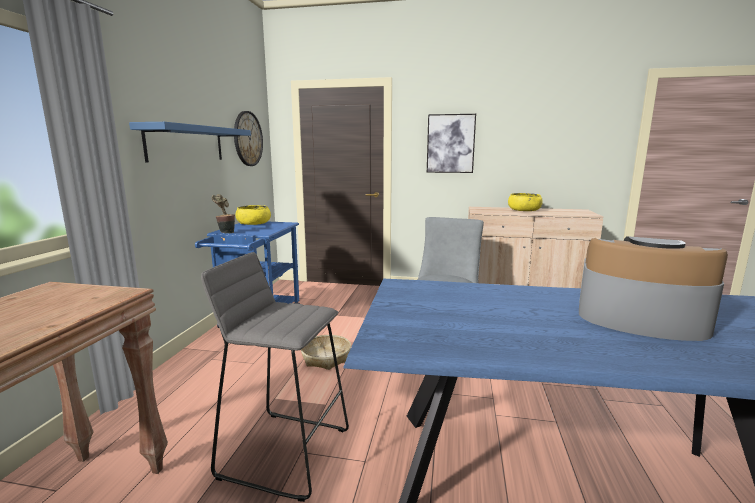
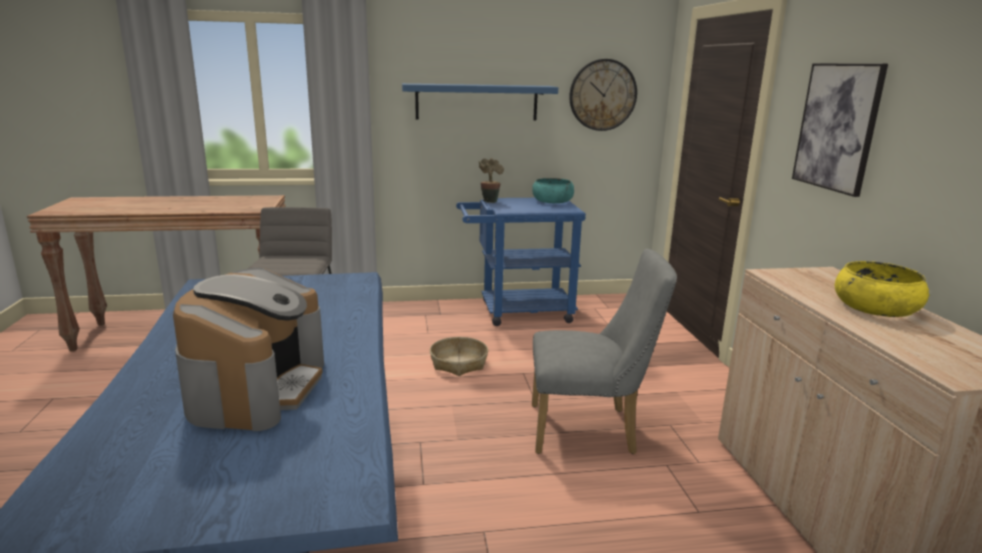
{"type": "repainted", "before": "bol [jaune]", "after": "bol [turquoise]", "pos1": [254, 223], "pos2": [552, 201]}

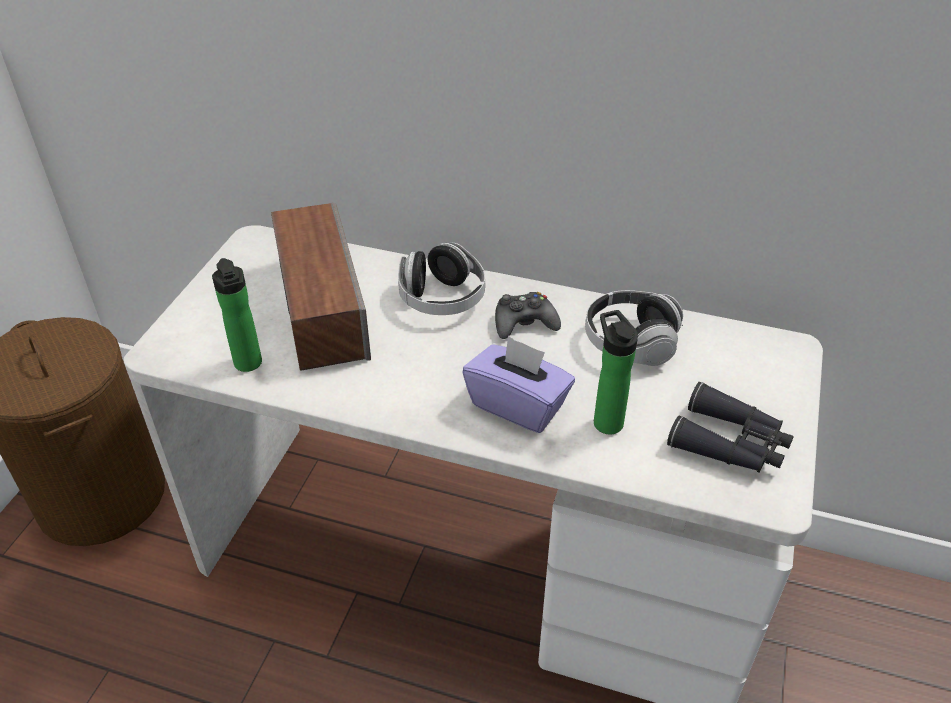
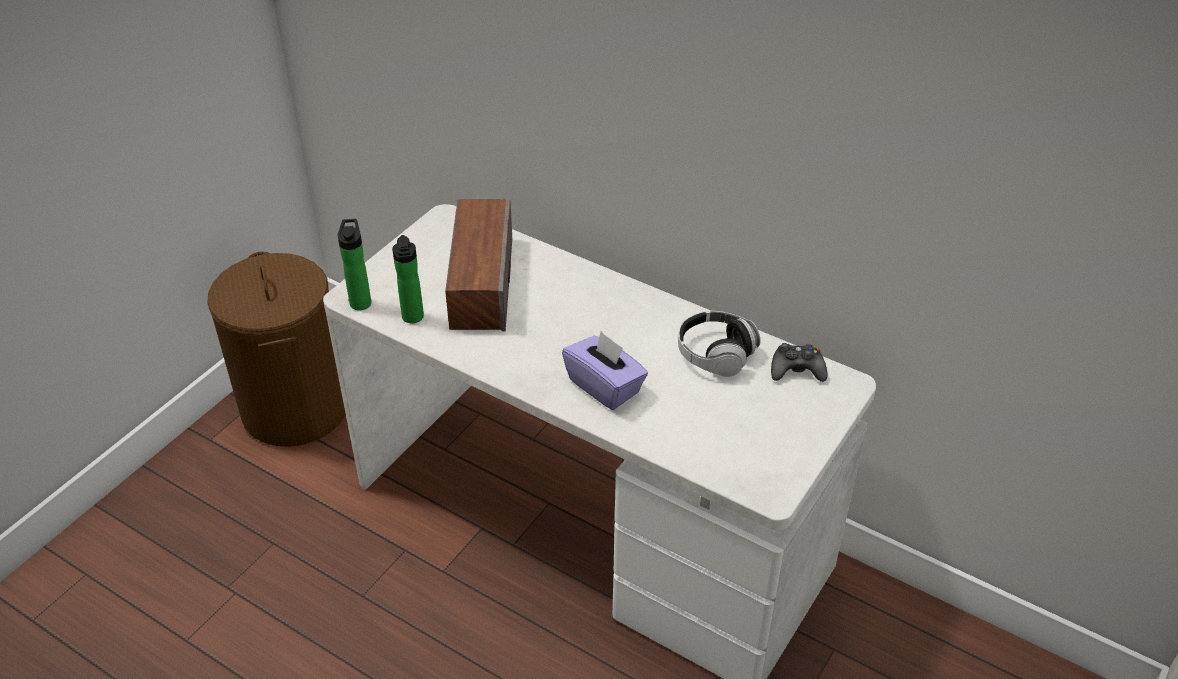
{"type": "shifted", "before": "bouteille", "pos1": [606, 420], "pos2": [360, 301]}
{"type": "shifted", "before": "manette [noir]", "pos1": [524, 323], "pos2": [797, 369]}
{"type": "gone", "before": "casque audio", "pos1": [442, 299]}
{"type": "gone", "before": "jumelles [noir]", "pos1": [730, 443]}

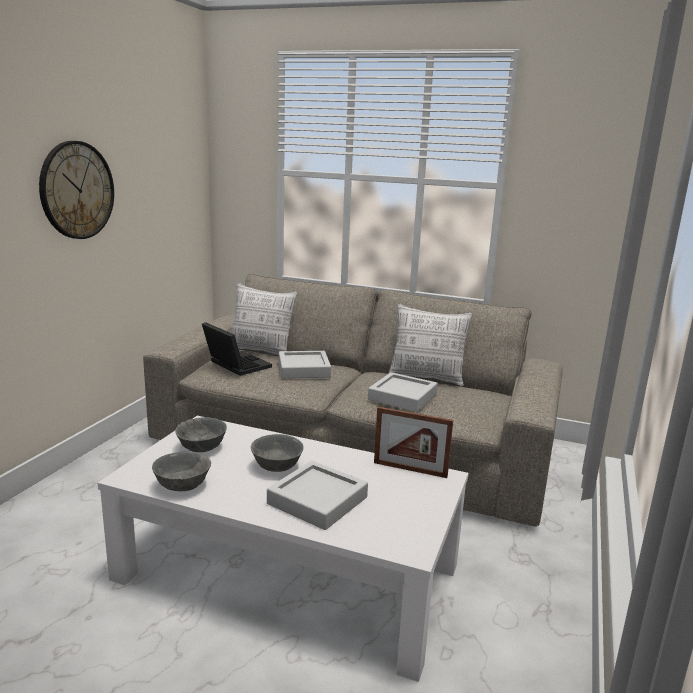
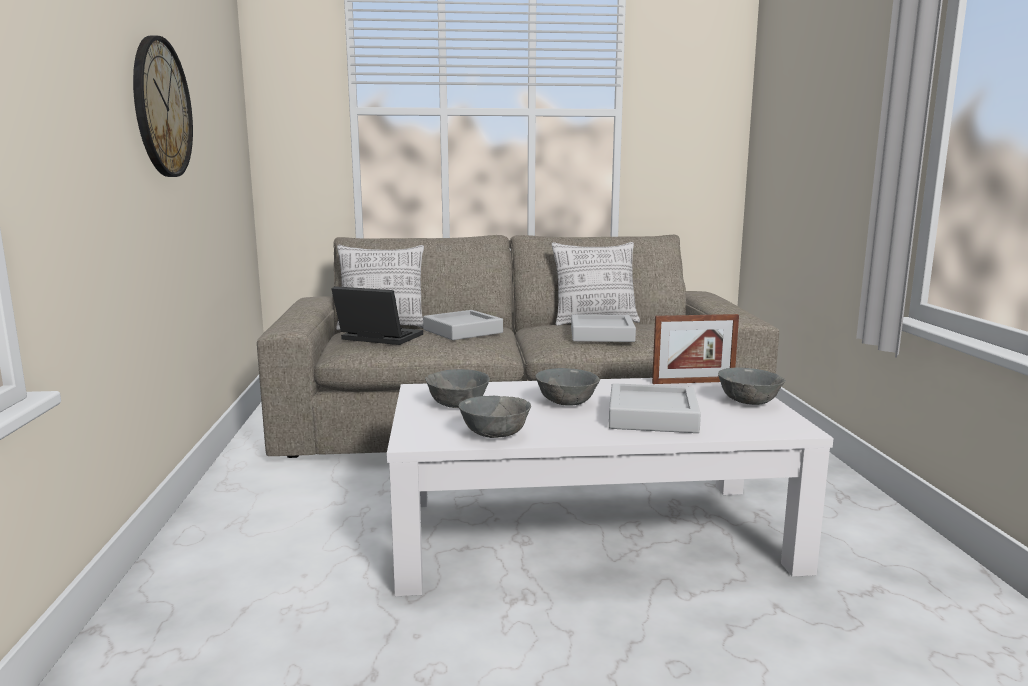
{"type": "new", "after": "bol [gris]", "pos2": [749, 402]}

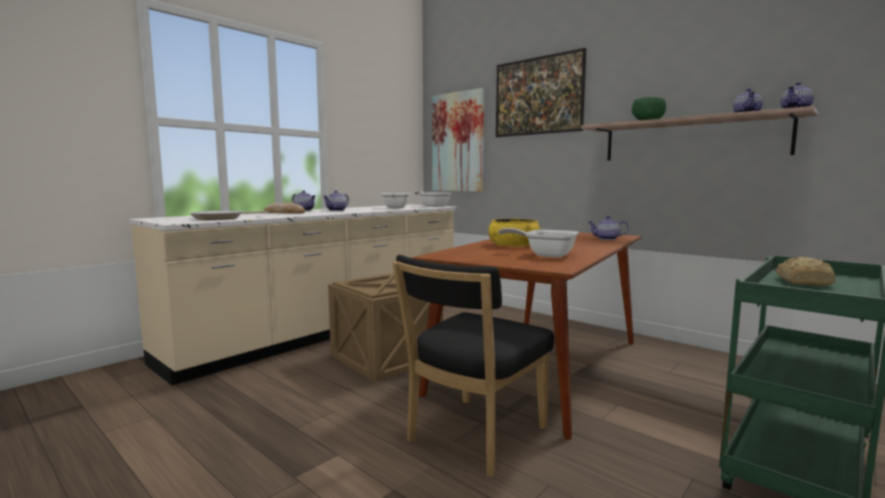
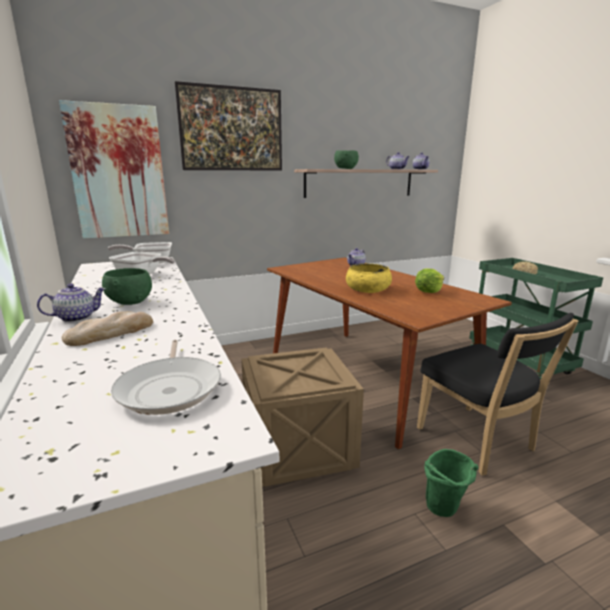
{"type": "swapped", "before": "théière", "after": "bol [vert]", "pos1": [337, 210], "pos2": [130, 302]}
{"type": "swapped", "before": "poêle", "after": "laitue", "pos1": [545, 255], "pos2": [428, 292]}
{"type": "new", "after": "seau [vert]", "pos2": [445, 511]}

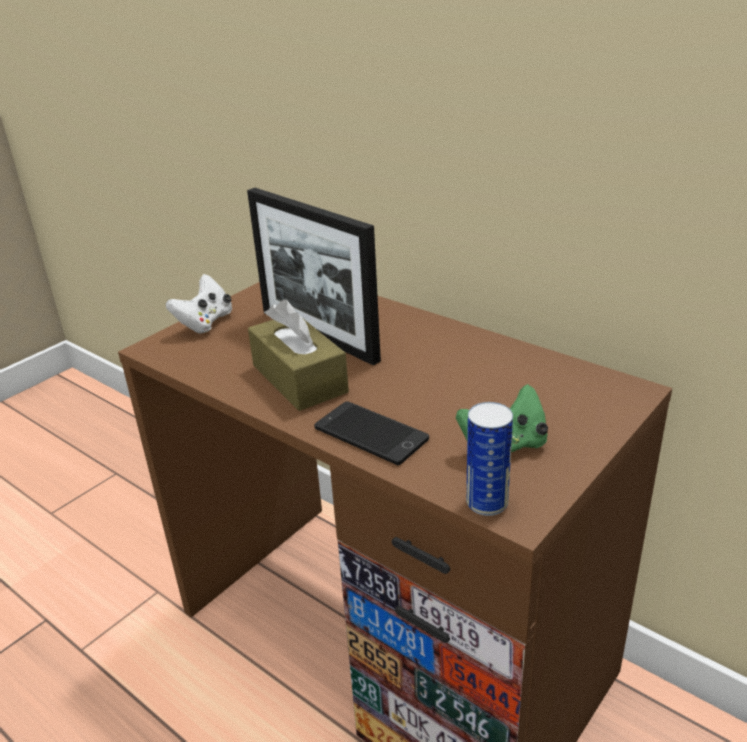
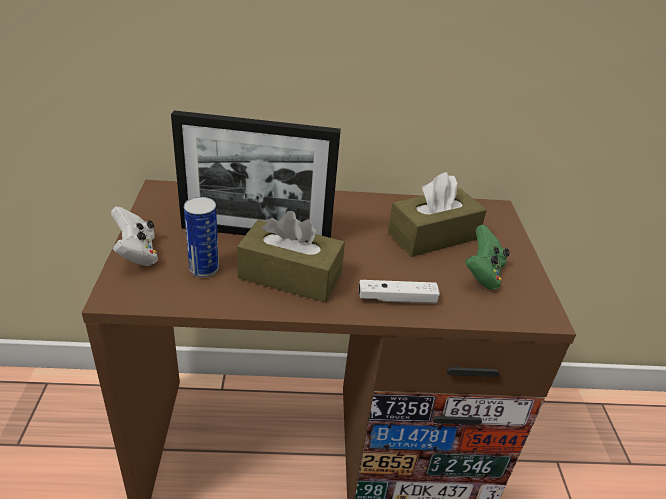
{"type": "shifted", "before": "boîte métallique", "pos1": [487, 503], "pos2": [204, 269]}
{"type": "swapped", "before": "téléphone", "after": "manette [blanc]", "pos1": [371, 433], "pos2": [397, 299]}
{"type": "new", "after": "boîte à mouchoirs [marron]", "pos2": [433, 236]}

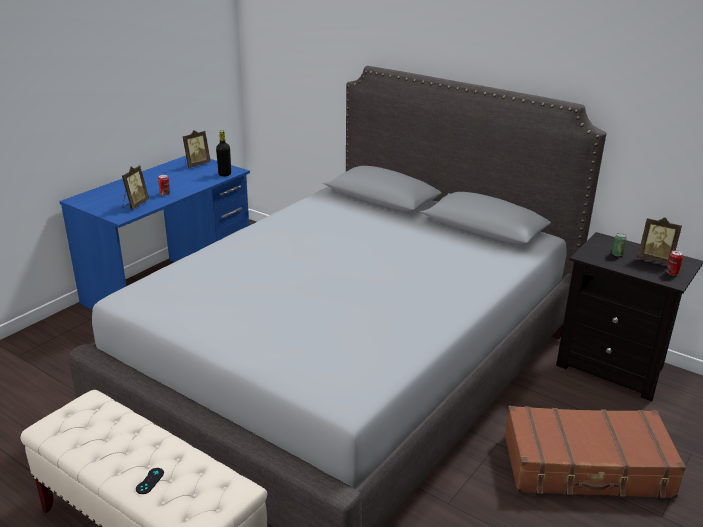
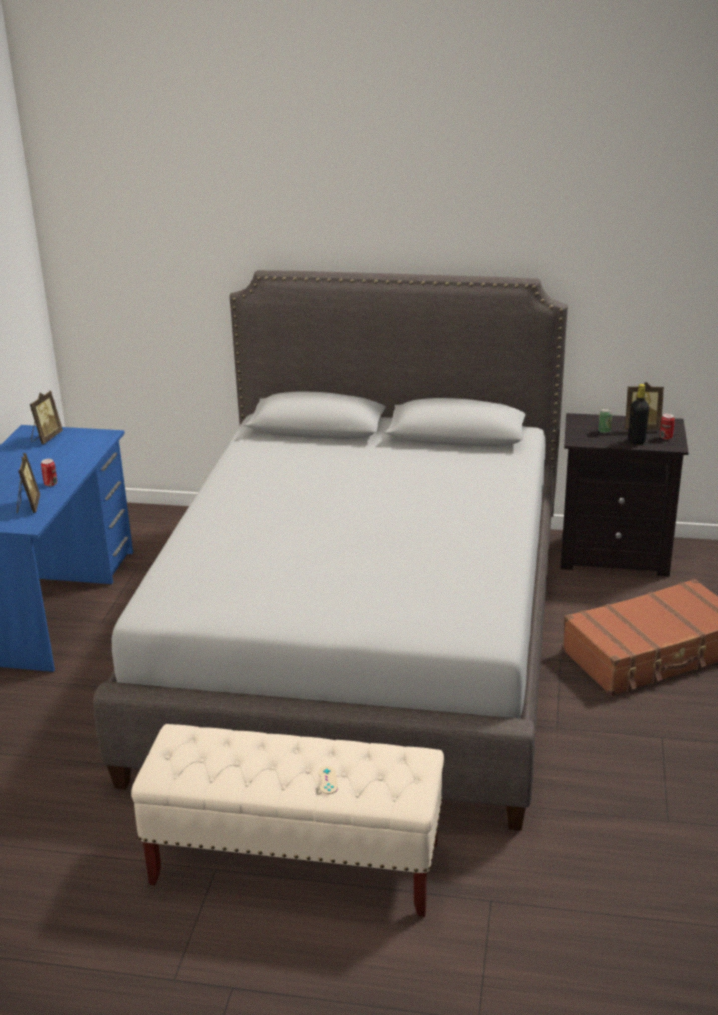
{"type": "repainted", "before": "manette [noir]", "after": "manette [beige]", "pos1": [150, 481], "pos2": [327, 780]}
{"type": "shifted", "before": "bouteille [noir]", "pos1": [225, 174], "pos2": [636, 441]}

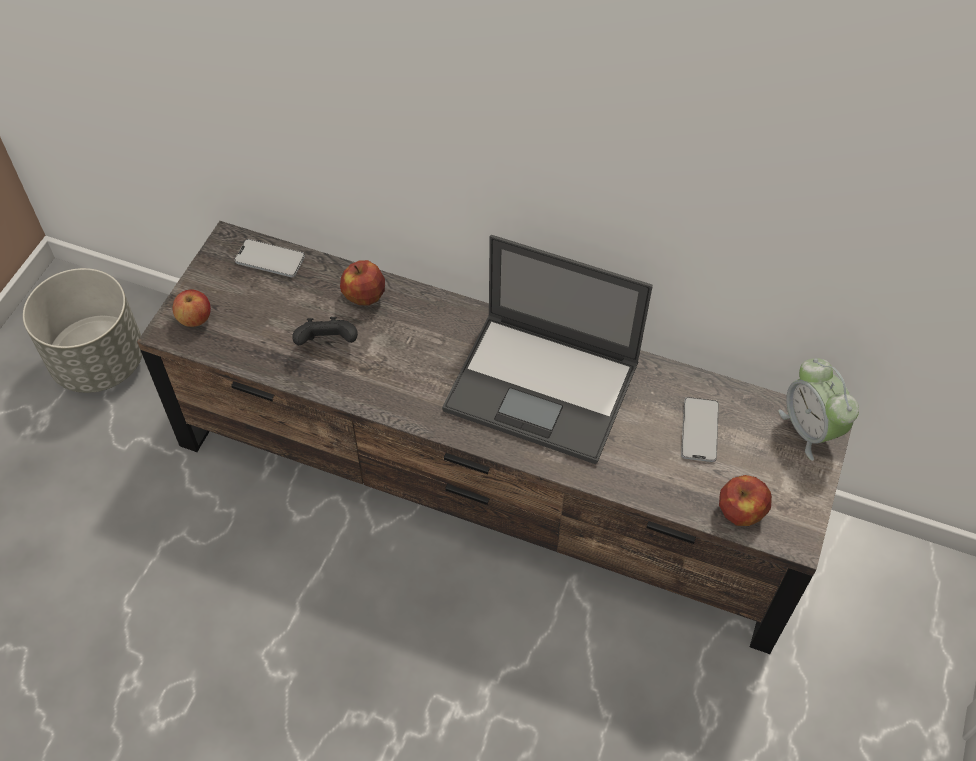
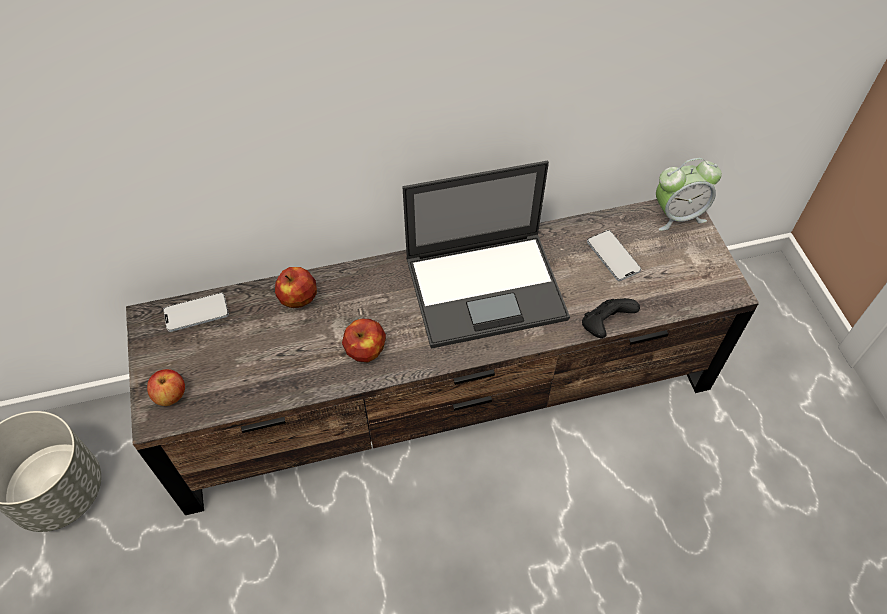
{"type": "shifted", "before": "pomme", "pos1": [741, 512], "pos2": [366, 350]}
{"type": "shifted", "before": "manette [noir]", "pos1": [328, 343], "pos2": [604, 326]}
{"type": "rotated", "before": "réveil", "pos1": [810, 429], "pos2": [677, 215], "turn": -45}

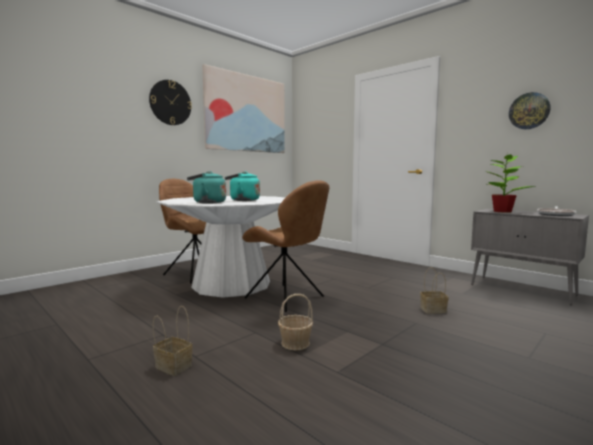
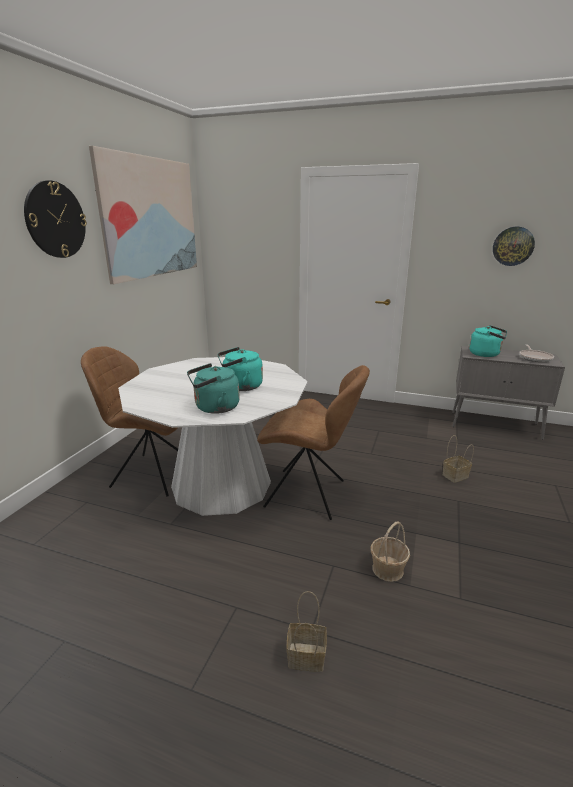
{"type": "swapped", "before": "plante en pot", "after": "bouilloire [turquoise]", "pos1": [502, 211], "pos2": [486, 354]}

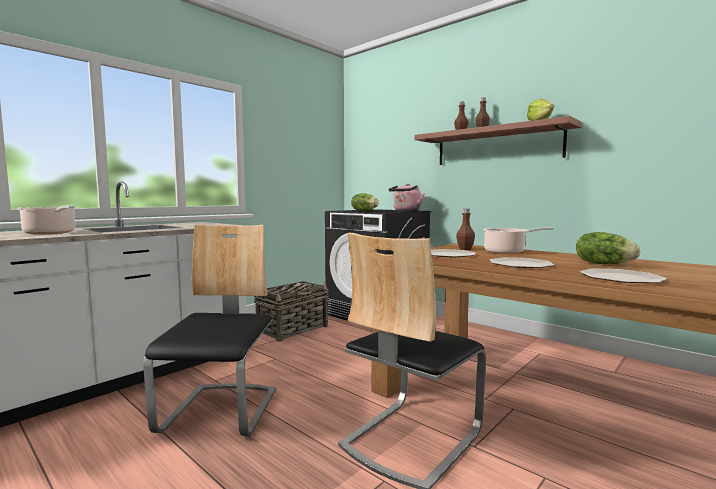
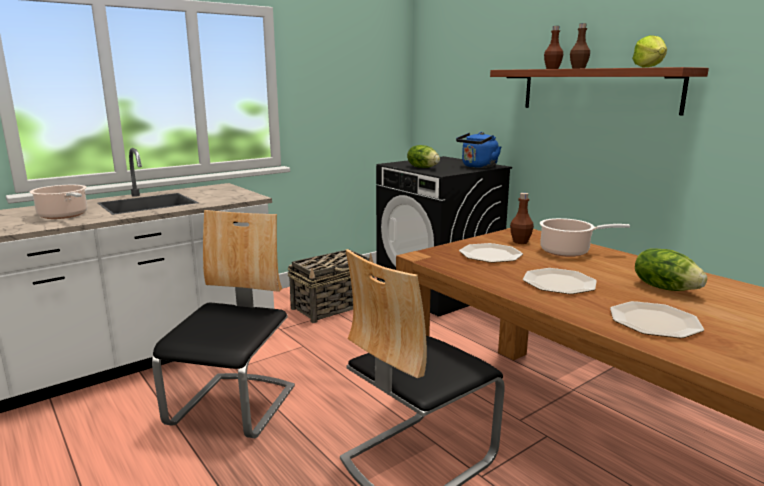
{"type": "repainted", "before": "bouilloire [rose]", "after": "bouilloire [bleu]", "pos1": [406, 210], "pos2": [478, 167]}

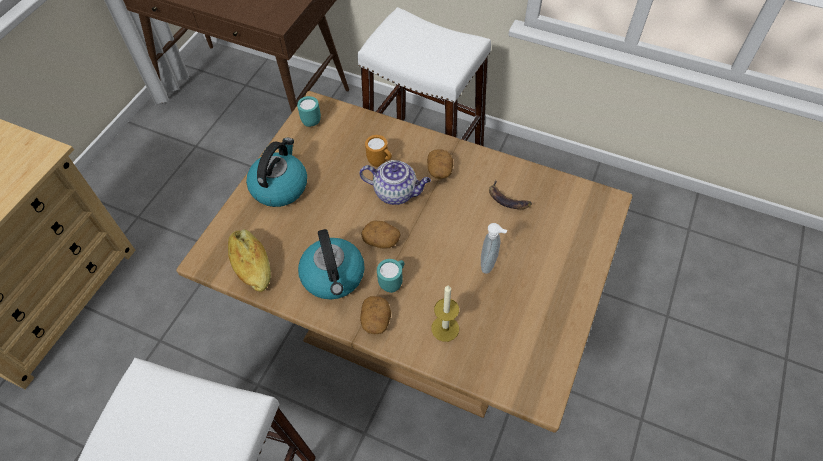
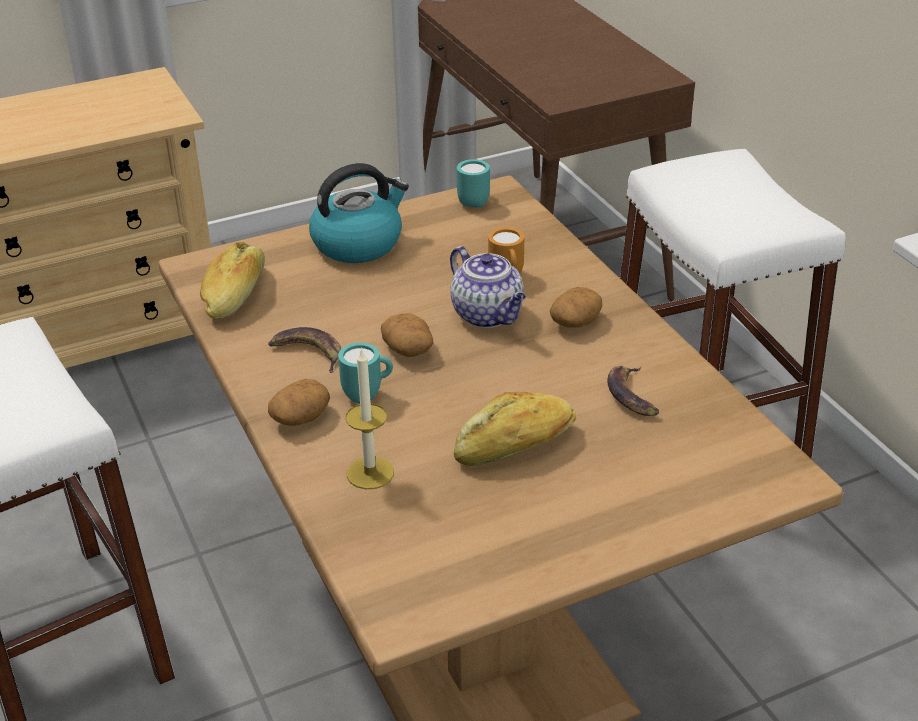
{"type": "swapped", "before": "bouilloire", "after": "banane", "pos1": [334, 277], "pos2": [307, 352]}
{"type": "swapped", "before": "distributeur de savon", "after": "pain", "pos1": [490, 264], "pos2": [515, 445]}

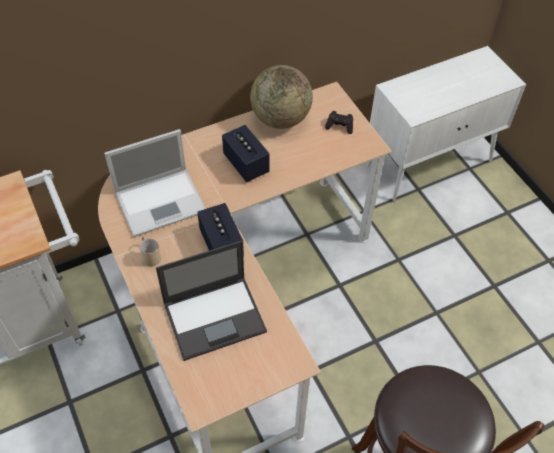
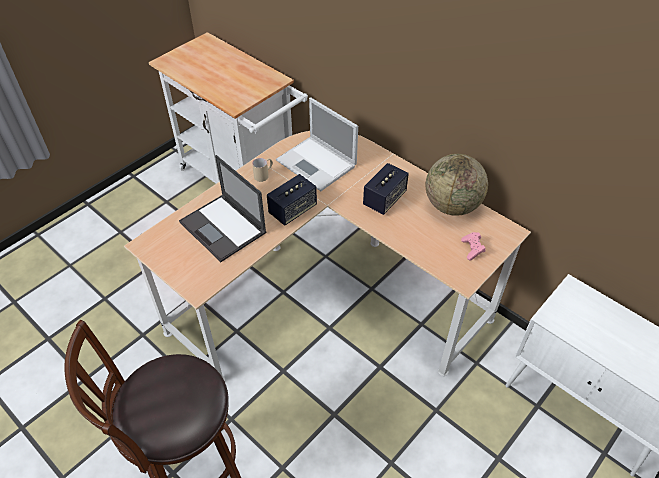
{"type": "repainted", "before": "manette [noir]", "after": "manette [rose]", "pos1": [340, 126], "pos2": [472, 249]}

